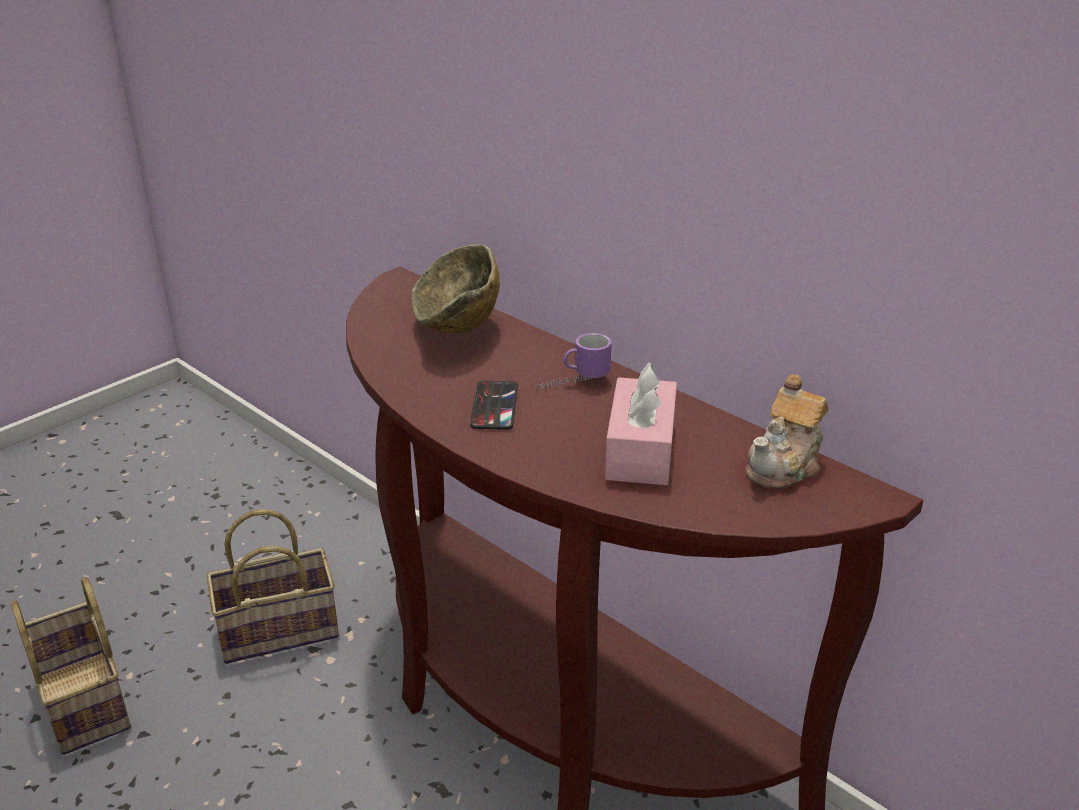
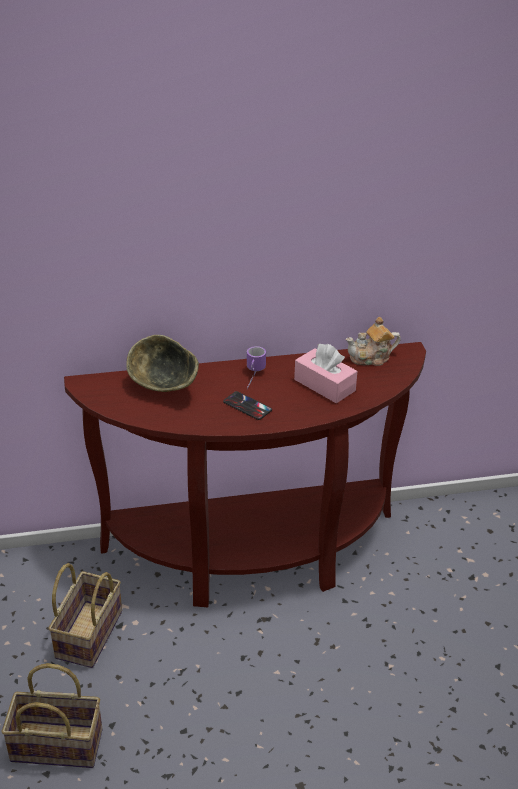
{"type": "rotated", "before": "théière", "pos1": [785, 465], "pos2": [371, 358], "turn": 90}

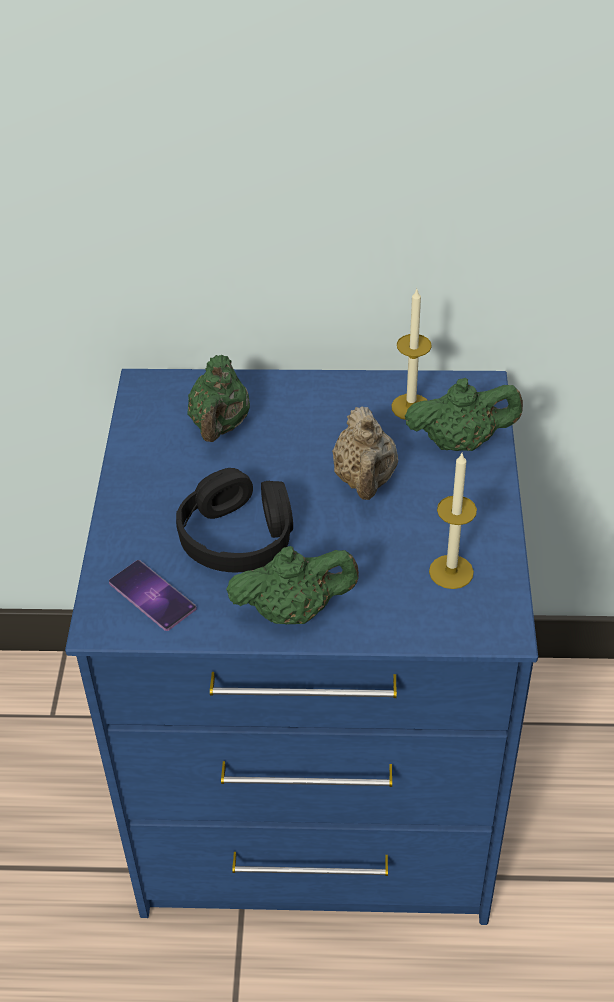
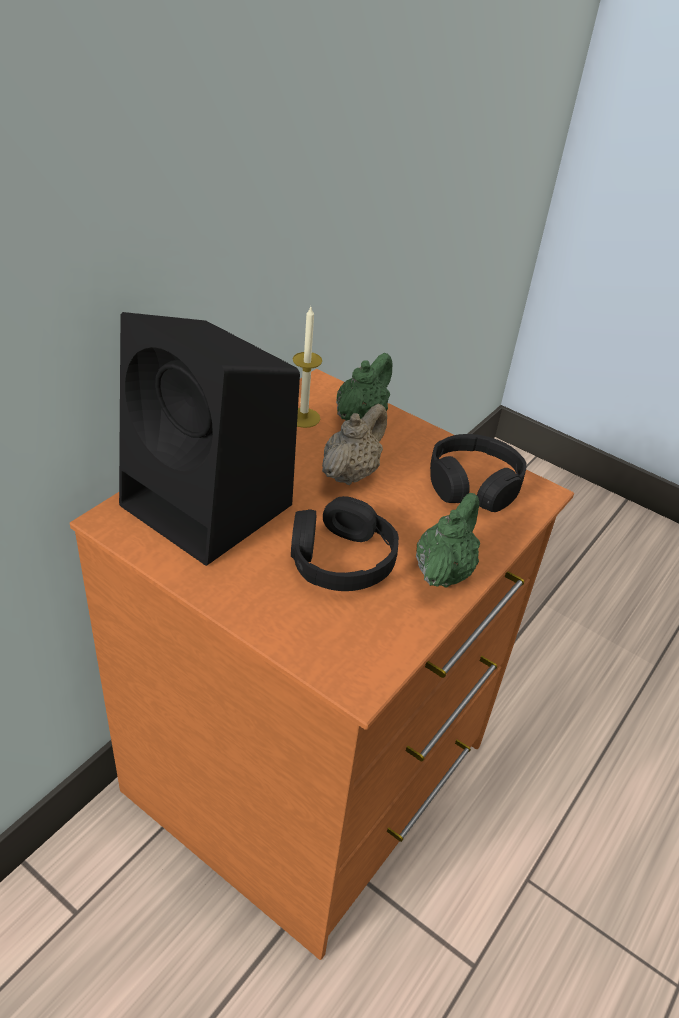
{"type": "repainted", "before": "commode [bleu]", "after": "commode [orange]", "pos1": [316, 790], "pos2": [311, 771]}
{"type": "swapped", "before": "théière [vert]", "after": "enceinte [noir]", "pos1": [220, 426], "pos2": [211, 507]}
{"type": "rotated", "before": "théière [beige]", "pos1": [365, 480], "pos2": [351, 473], "turn": -90}
{"type": "swapped", "before": "bougie", "after": "casque audio [noir]", "pos1": [451, 572], "pos2": [473, 484]}
{"type": "gone", "before": "téléphone", "pos1": [152, 595]}

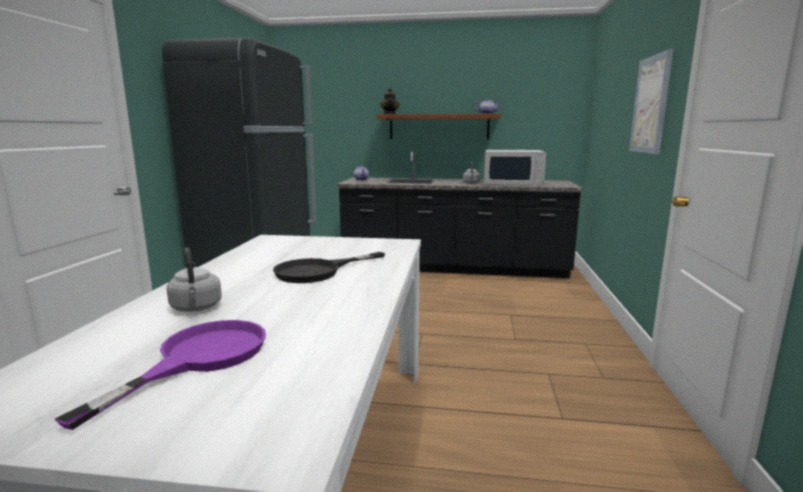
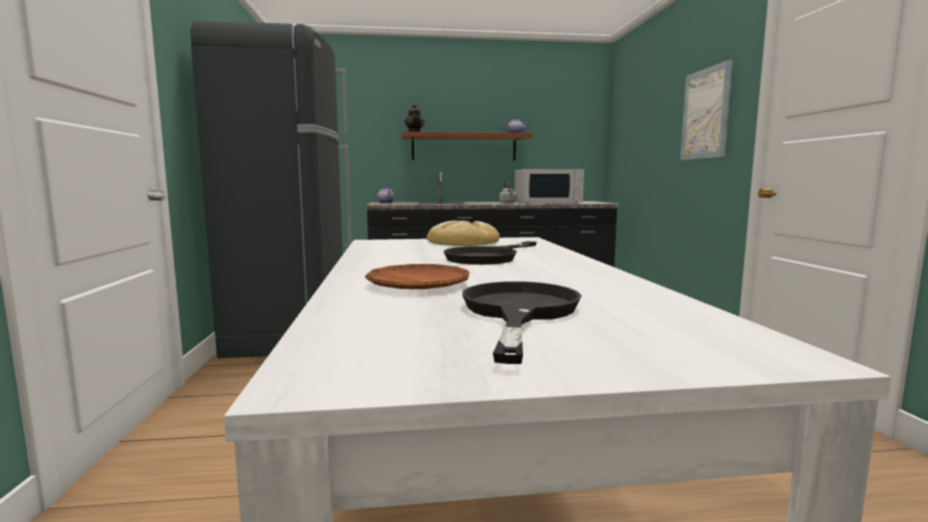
{"type": "swapped", "before": "bouilloire [gris]", "after": "assiette [marron]", "pos1": [196, 308], "pos2": [418, 284]}
{"type": "new", "after": "pain", "pos2": [463, 242]}
{"type": "repainted", "before": "poêle [violet]", "after": "poêle [noir]", "pos1": [199, 358], "pos2": [518, 312]}

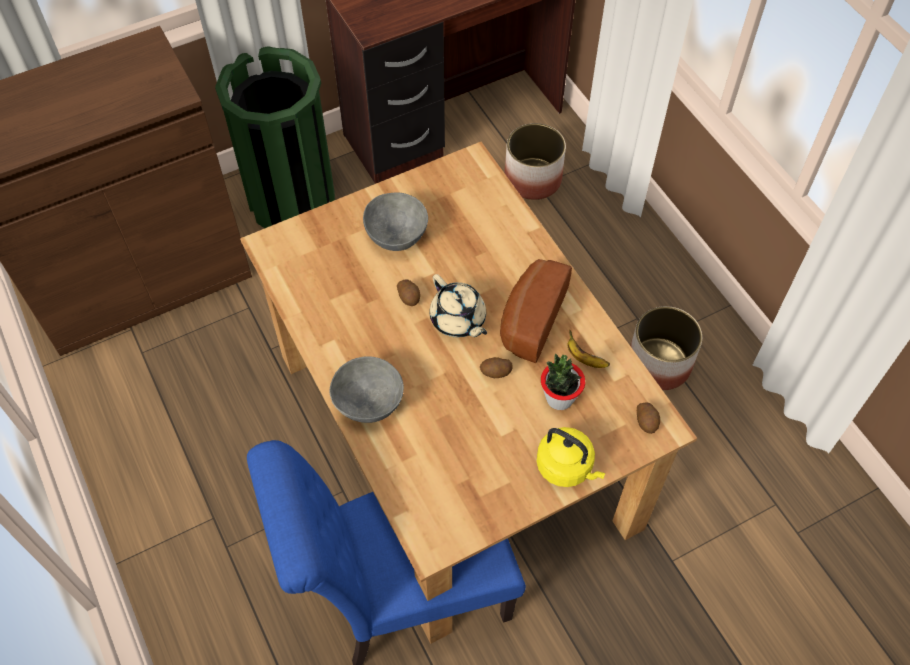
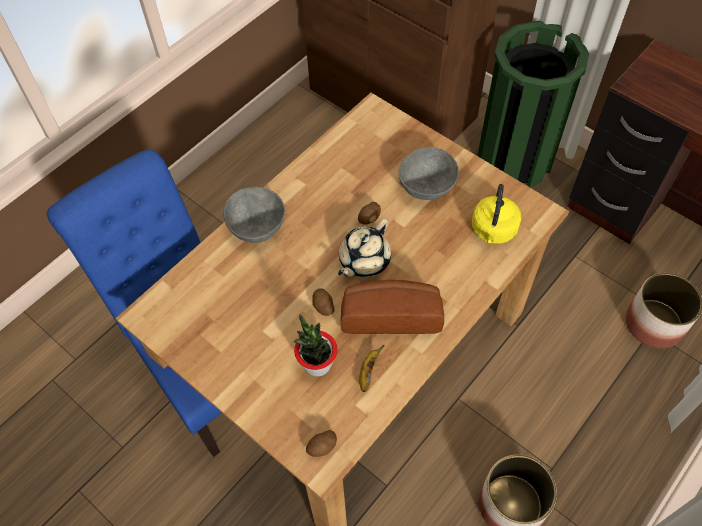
{"type": "shifted", "before": "bouilloire [jaune]", "pos1": [567, 467], "pos2": [493, 231]}

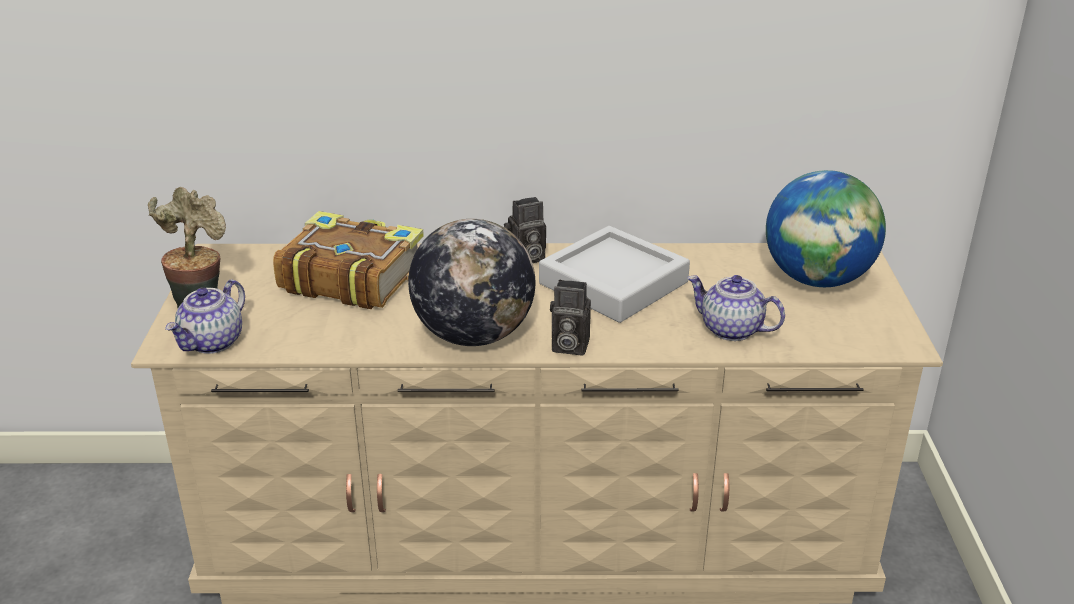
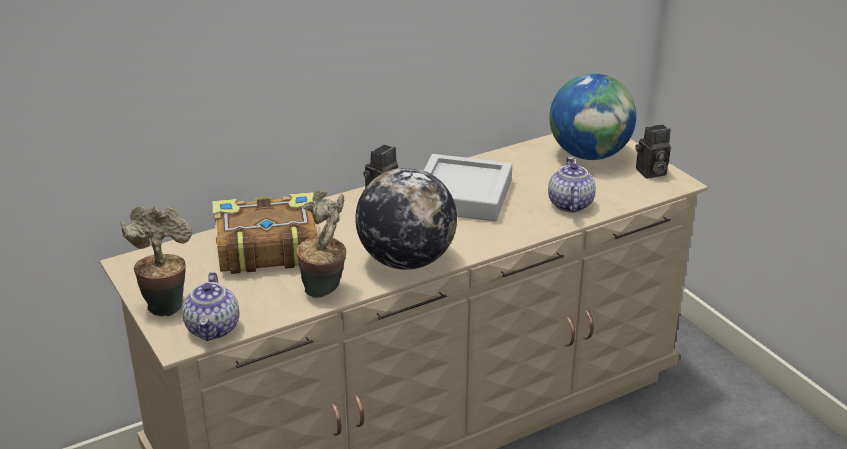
{"type": "new", "after": "plante en pot", "pos2": [326, 289]}
{"type": "rotated", "before": "théière", "pos1": [730, 329], "pos2": [569, 204], "turn": 90}
{"type": "shifted", "before": "appareil photo", "pos1": [568, 346], "pos2": [650, 173]}

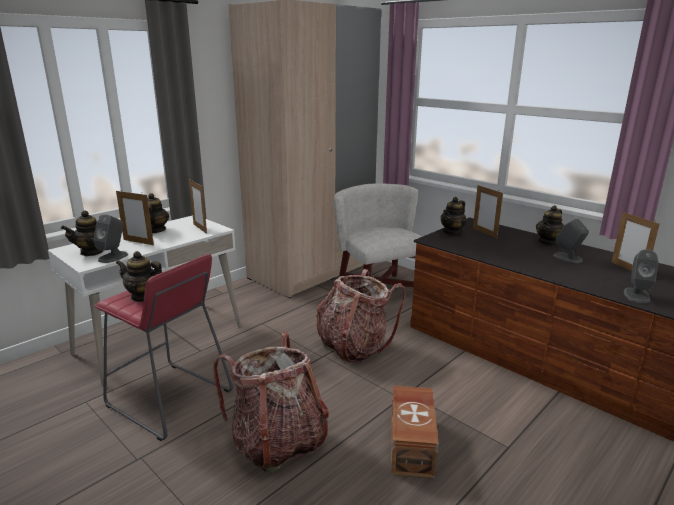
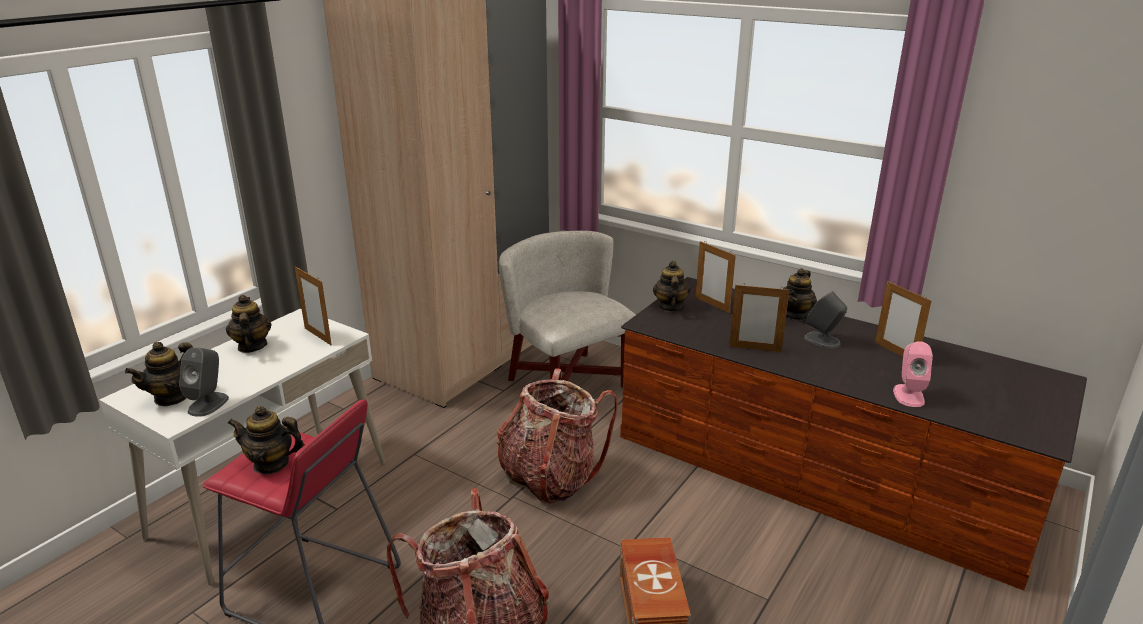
{"type": "rotated", "before": "théière", "pos1": [452, 232], "pos2": [670, 307], "turn": 150}
{"type": "shifted", "before": "cadre photo", "pos1": [138, 242], "pos2": [755, 349]}
{"type": "repainted", "before": "enceinte [gris]", "after": "enceinte [rose]", "pos1": [636, 295], "pos2": [908, 395]}

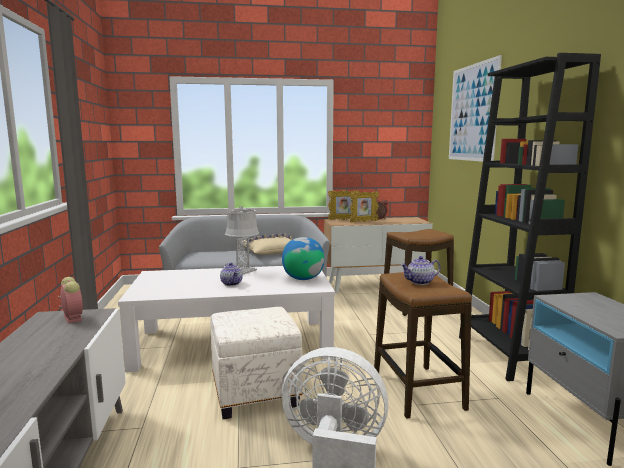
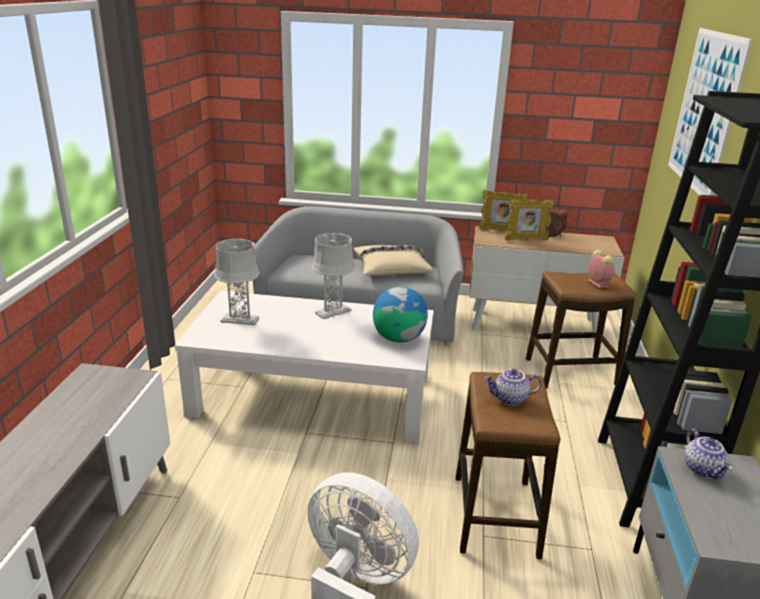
{"type": "new", "after": "lampe de table [gris]", "pos2": [239, 320]}
{"type": "shifted", "before": "réveil", "pos1": [72, 318], "pos2": [597, 283]}
{"type": "shifted", "before": "théière", "pos1": [232, 283], "pos2": [703, 469]}
{"type": "gone", "before": "pouf [blanc]", "pos1": [256, 393]}

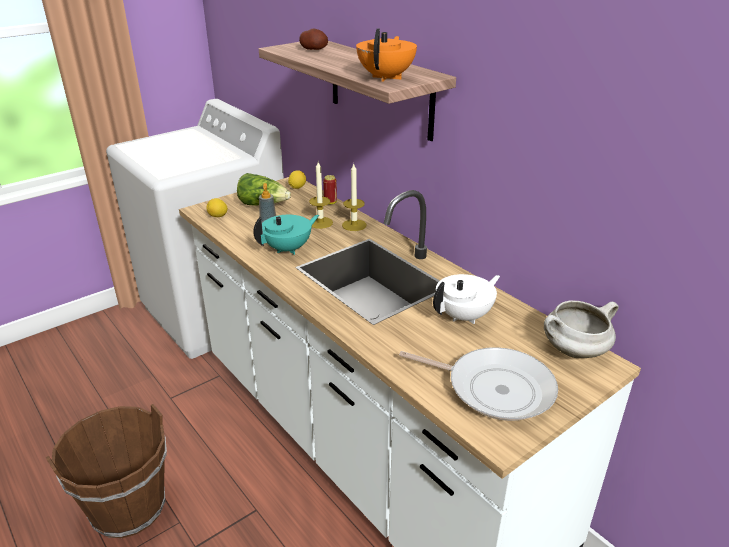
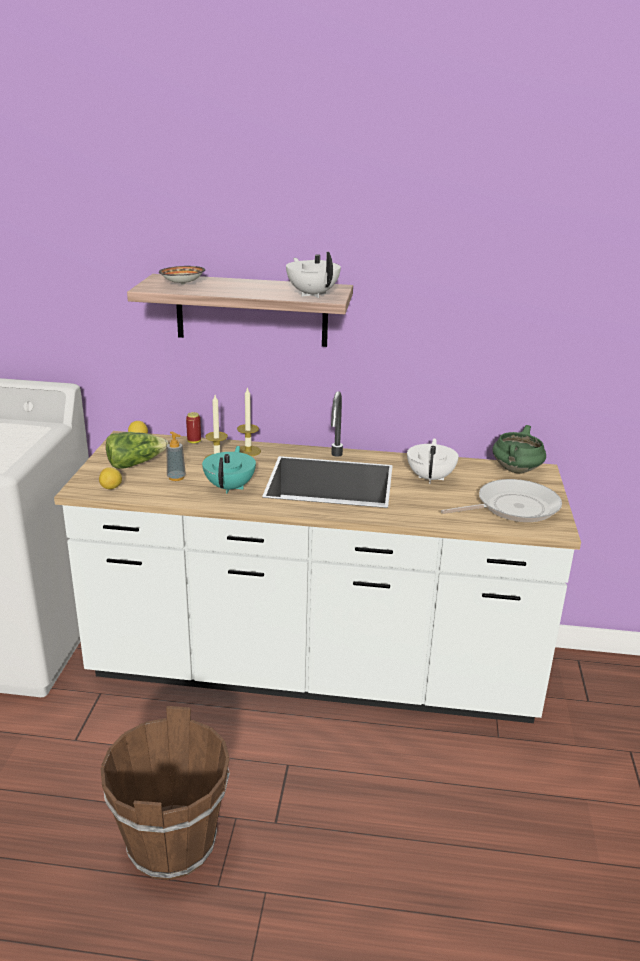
{"type": "swapped", "before": "pomme de terre", "after": "bol", "pos1": [314, 49], "pos2": [184, 284]}
{"type": "repainted", "before": "théière [orange]", "after": "théière [blanc]", "pos1": [386, 77], "pos2": [312, 294]}
{"type": "repainted", "before": "marmite [blanc]", "after": "marmite [vert]", "pos1": [574, 351], "pos2": [516, 470]}

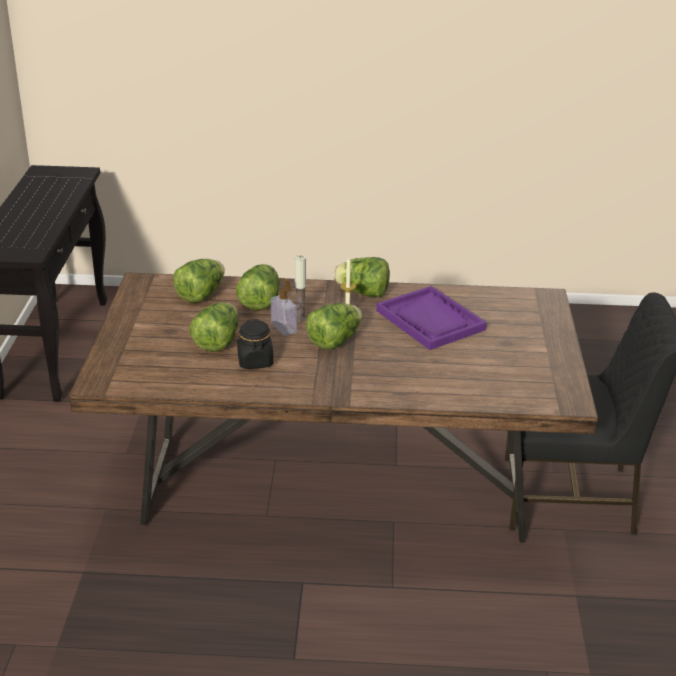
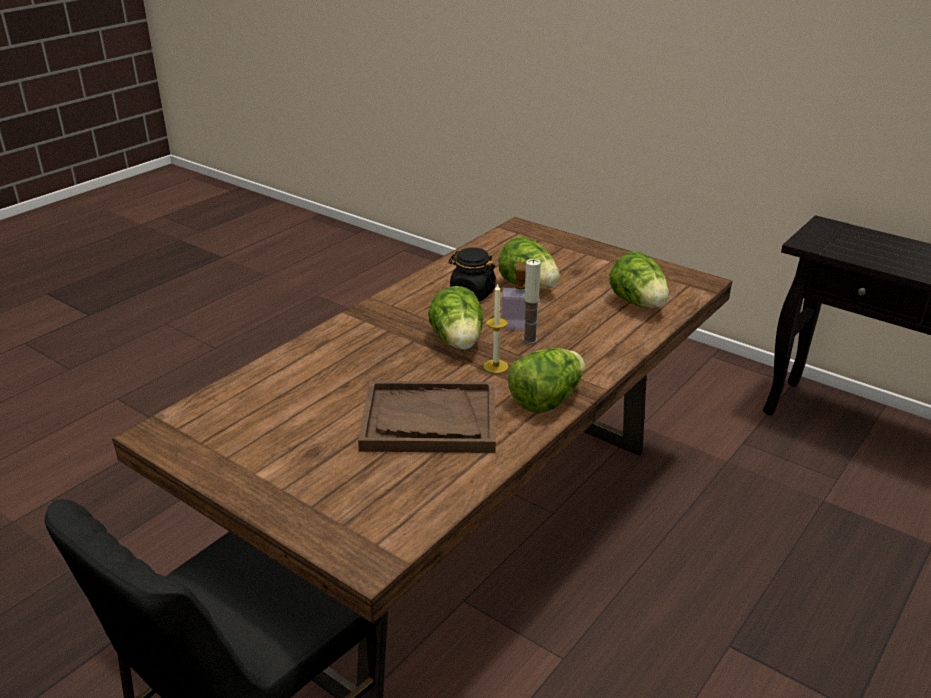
{"type": "repainted", "before": "plateau [violet]", "after": "plateau [marron]", "pos1": [430, 320], "pos2": [429, 420]}
{"type": "gone", "before": "laitue", "pos1": [260, 301]}

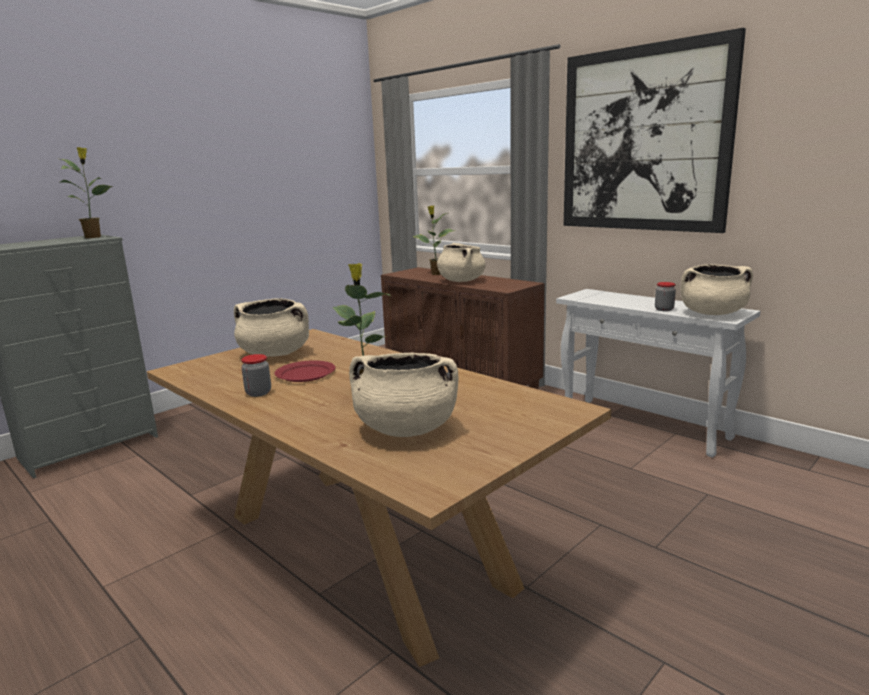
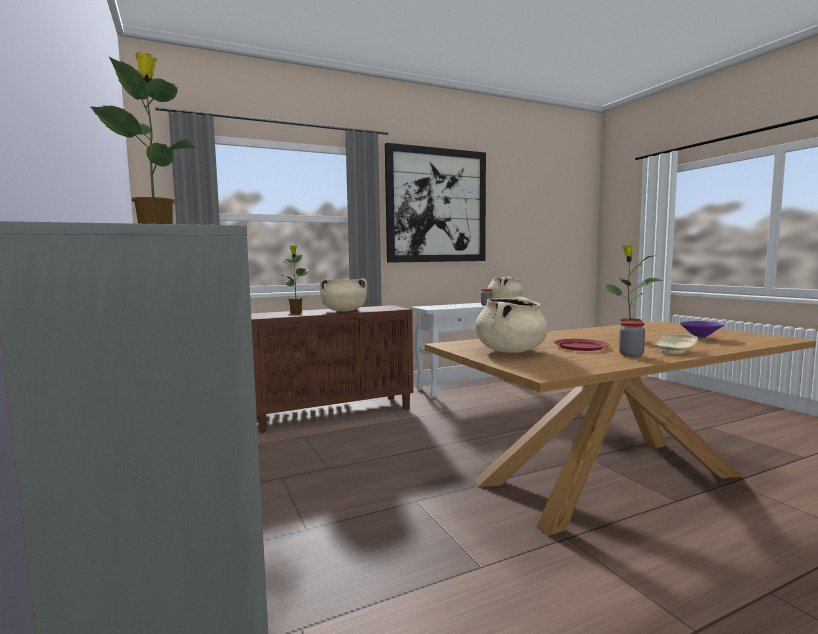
{"type": "new", "after": "assiette [beige]", "pos2": [674, 351]}
{"type": "swapped", "before": "marmite [beige]", "after": "bol [violet]", "pos1": [406, 429], "pos2": [701, 337]}

